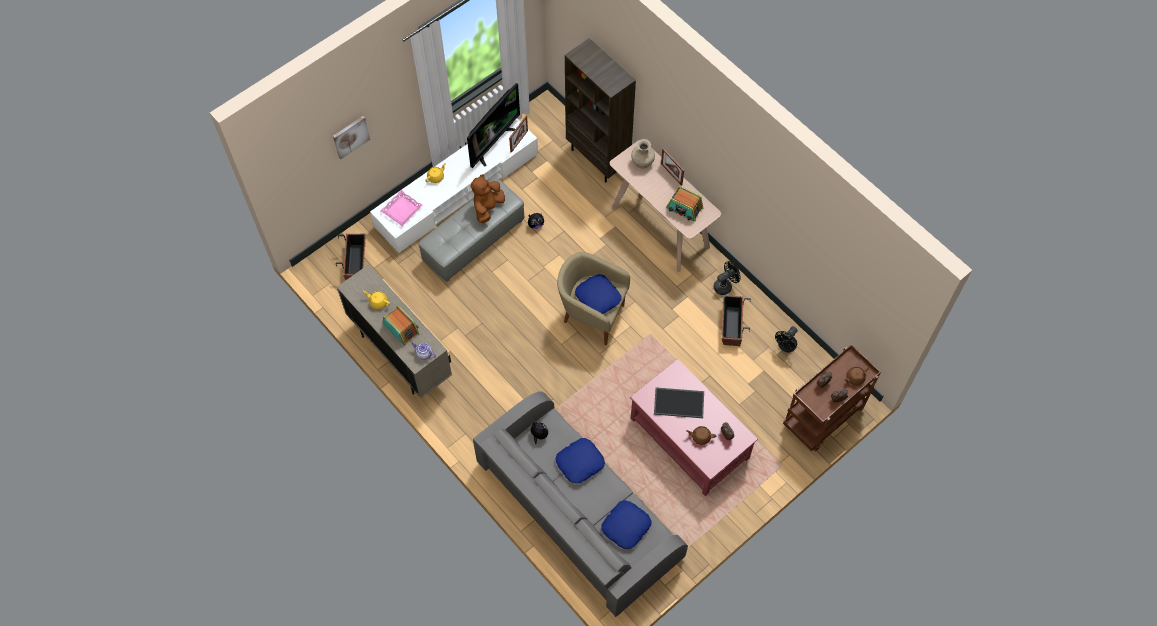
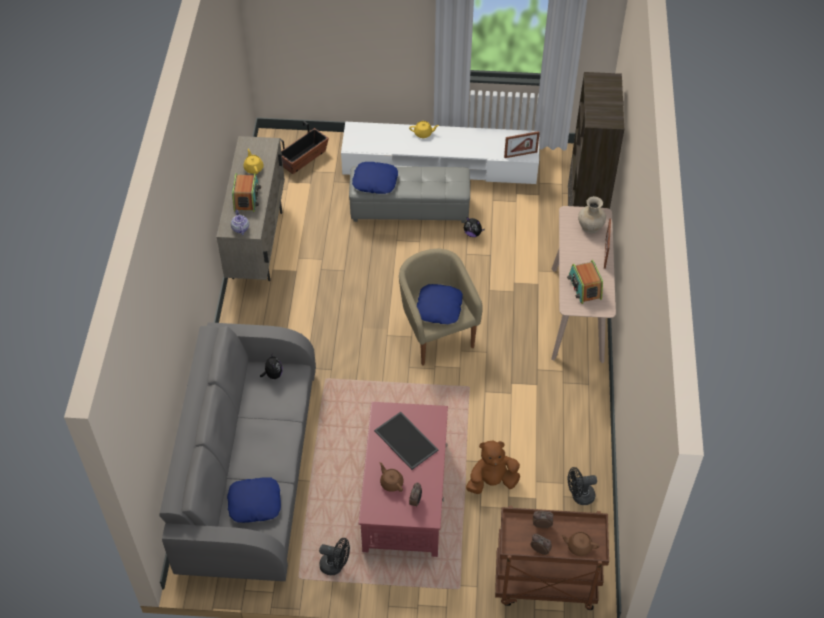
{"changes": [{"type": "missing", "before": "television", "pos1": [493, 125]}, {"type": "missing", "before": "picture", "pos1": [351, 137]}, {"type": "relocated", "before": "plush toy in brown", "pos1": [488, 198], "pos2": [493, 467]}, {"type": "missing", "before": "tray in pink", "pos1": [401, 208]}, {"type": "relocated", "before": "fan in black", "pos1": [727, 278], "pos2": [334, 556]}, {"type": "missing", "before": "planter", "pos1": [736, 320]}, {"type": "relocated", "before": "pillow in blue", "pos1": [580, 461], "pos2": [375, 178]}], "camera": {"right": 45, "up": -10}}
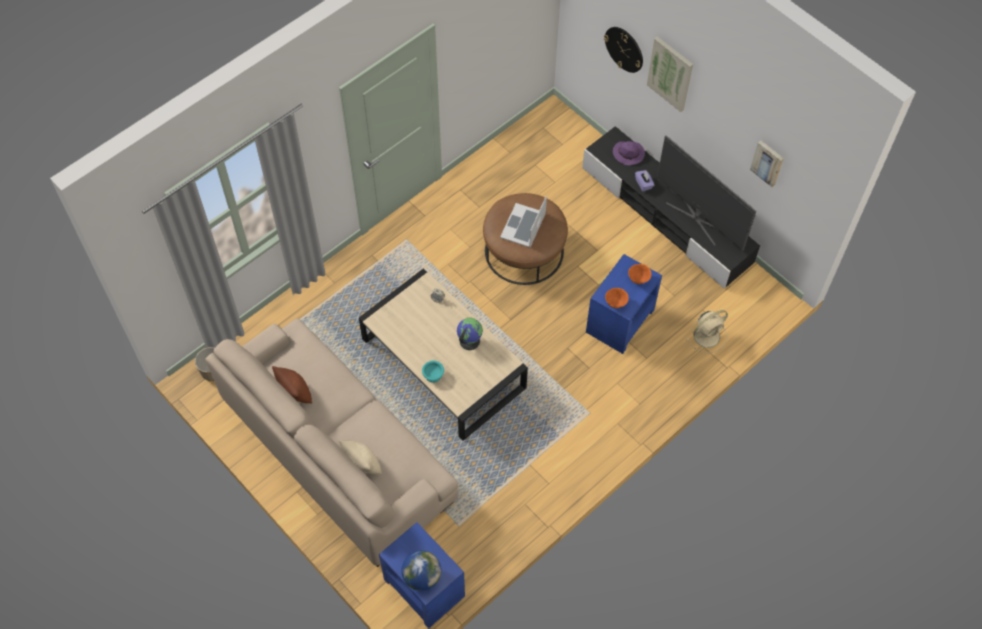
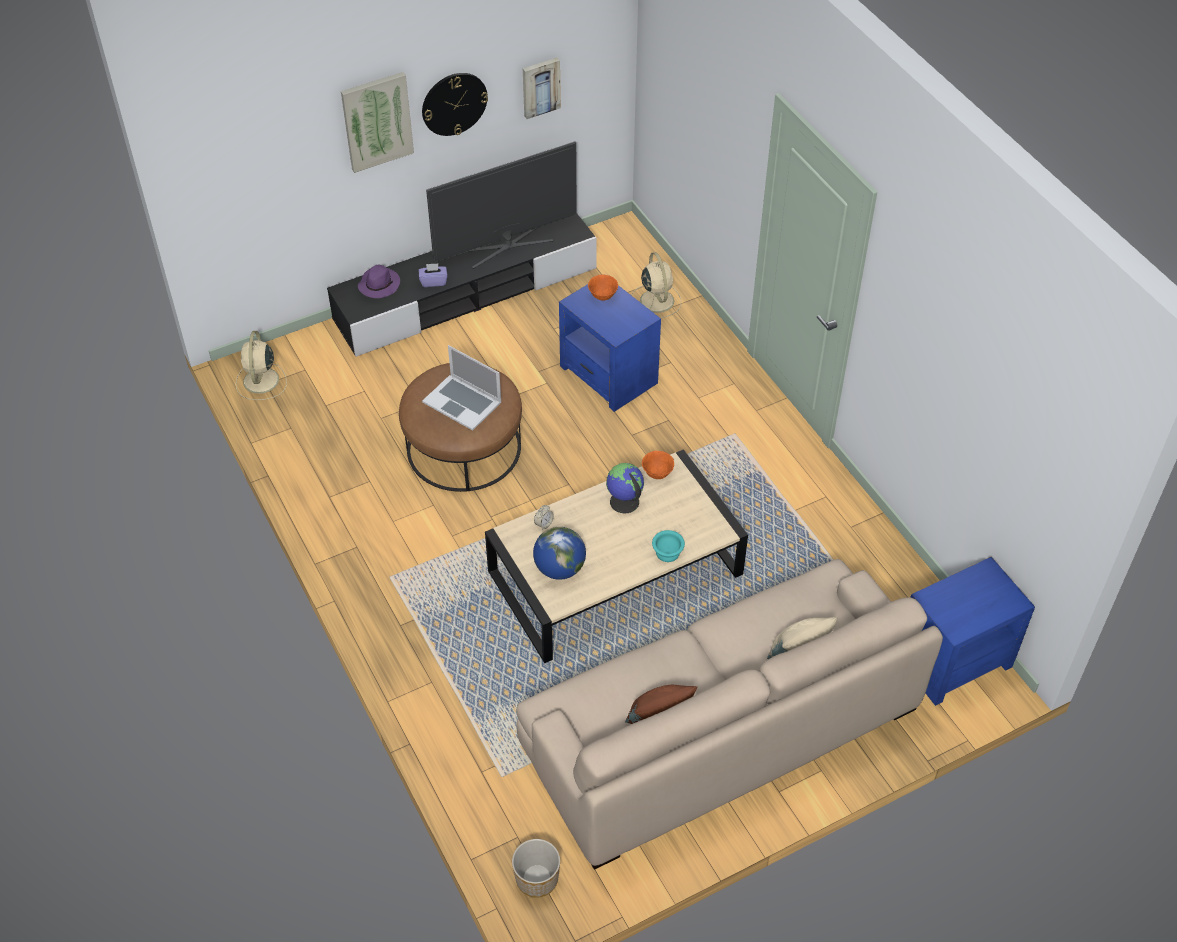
{"changes": [{"type": "relocated", "before": "wall clock", "pos1": [623, 50], "pos2": [455, 104]}, {"type": "relocated", "before": "bowl in orange", "pos1": [617, 298], "pos2": [658, 465]}, {"type": "relocated", "before": "globe", "pos1": [421, 570], "pos2": [559, 553]}, {"type": "appeared", "after": "fan in beige", "pos2": [261, 365]}], "camera": {"right": -75, "up": -10}}
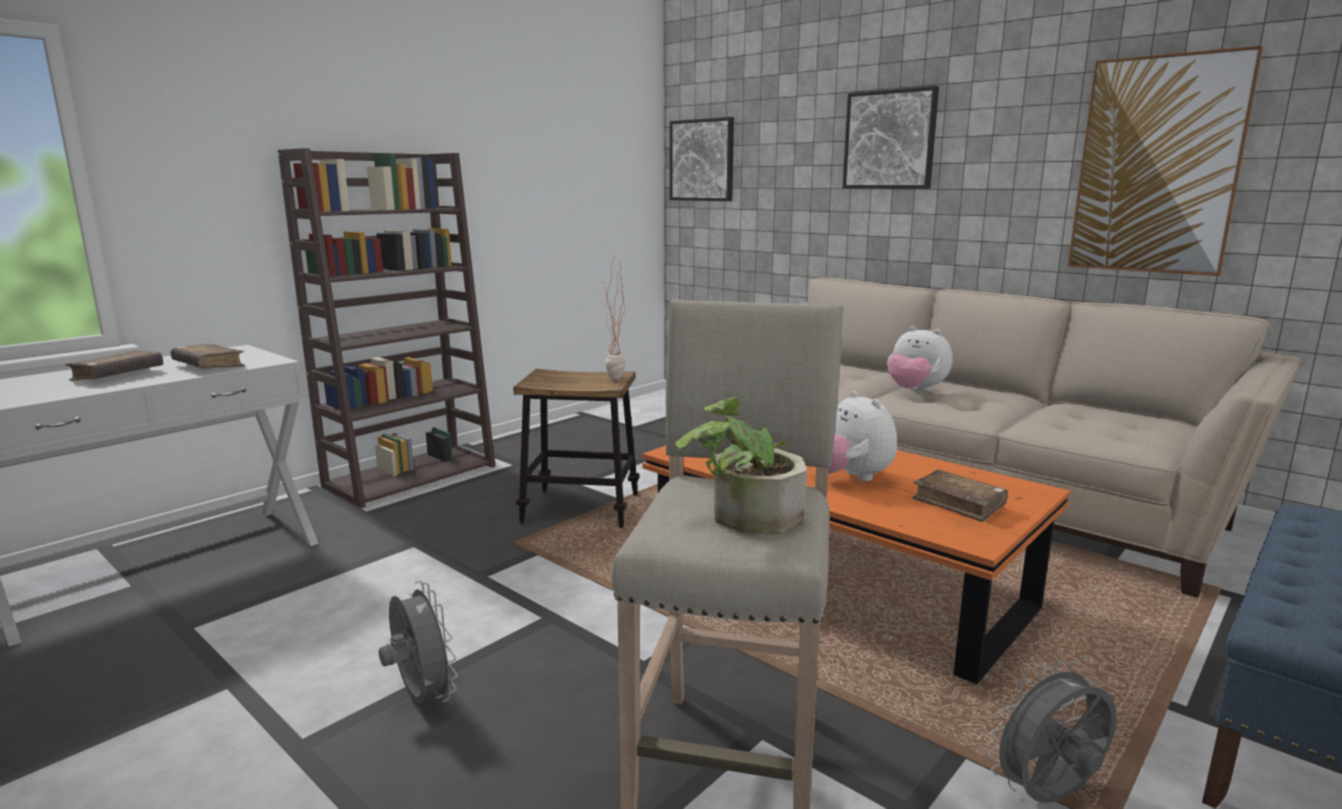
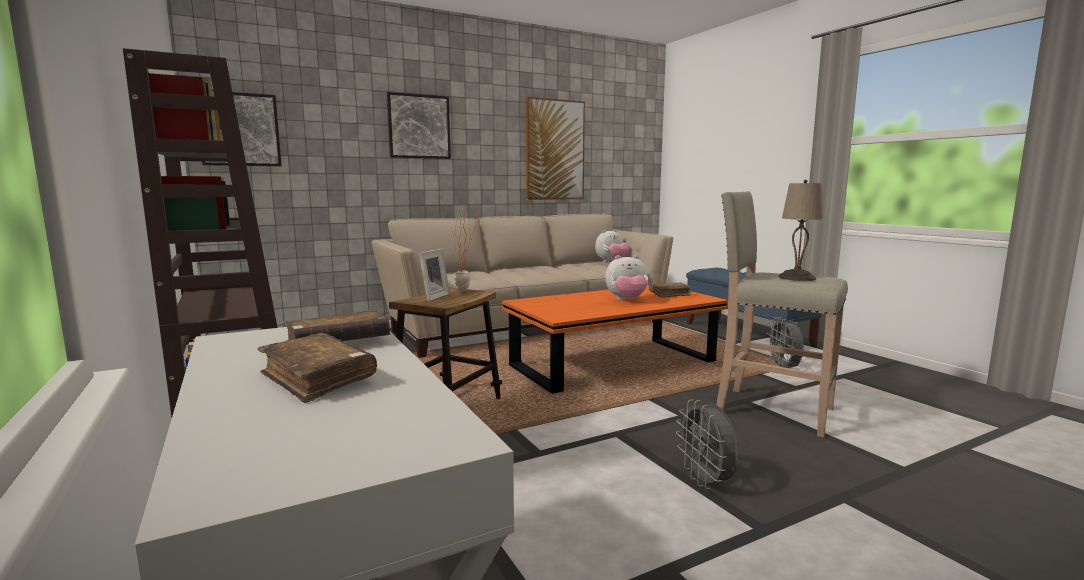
{"changes": [{"type": "relocated", "before": "plush toy", "pos1": [920, 359], "pos2": [612, 245]}, {"type": "exchanged", "before": "potted plant", "after": "table lamp in beige", "pos1": [741, 465], "pos2": [800, 230]}, {"type": "spun", "before": "fan in grey", "pos1": [418, 642], "pos2": [707, 444], "turn": -90}, {"type": "appeared", "after": "picture frame", "pos2": [434, 275]}], "camera": {"right": -70, "up": -5}}
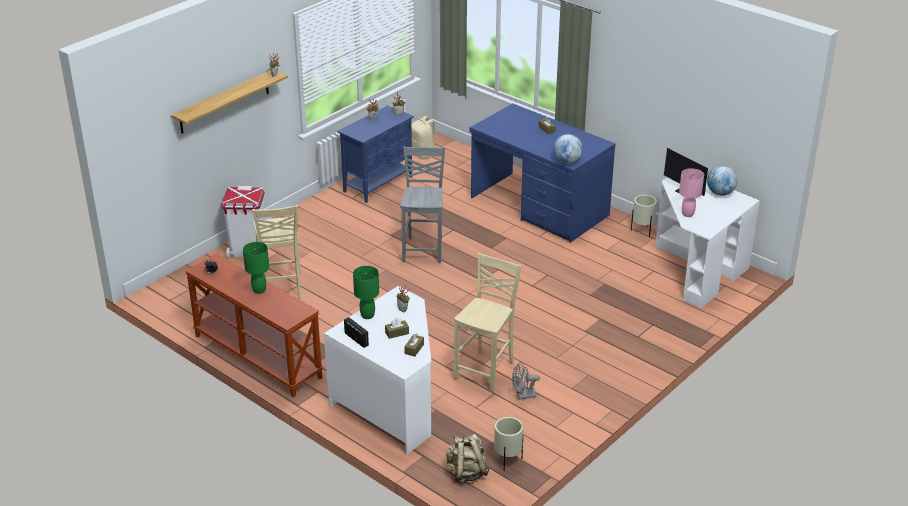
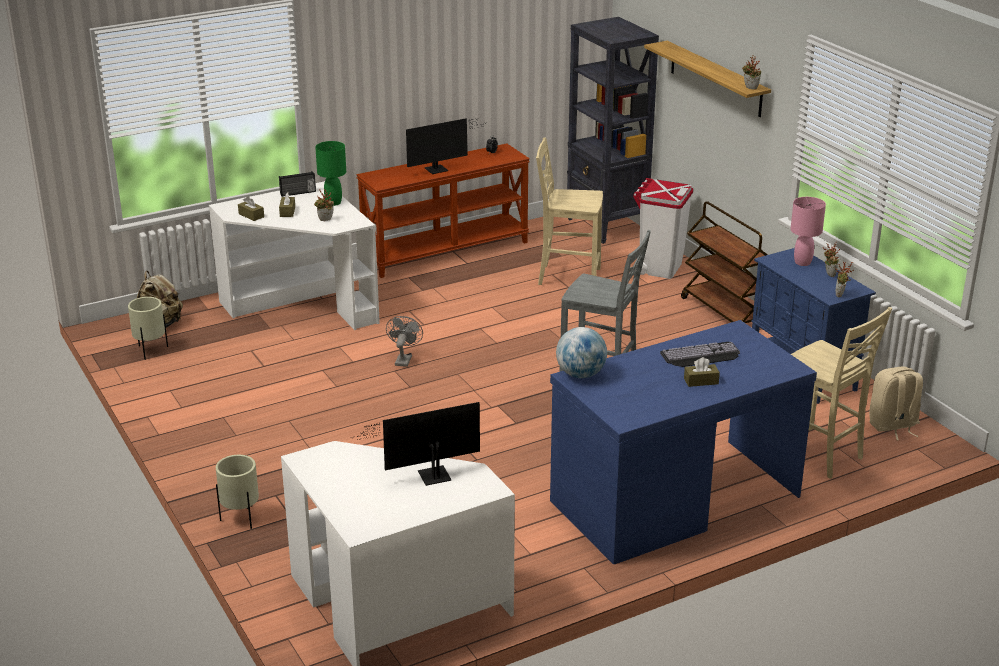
{"changes": [{"type": "missing", "before": "globe", "pos1": [722, 181]}, {"type": "relocated", "before": "table lamp in pink", "pos1": [691, 192], "pos2": [808, 231]}, {"type": "relocated", "before": "planter in beige", "pos1": [644, 216], "pos2": [237, 492]}, {"type": "exchanged", "before": "table lamp in green", "after": "monitor", "pos1": [256, 268], "pos2": [444, 146]}, {"type": "relocated", "before": "chair in beige", "pos1": [488, 322], "pos2": [841, 393]}, {"type": "relocated", "before": "fan in grey", "pos1": [526, 380], "pos2": [404, 341]}, {"type": "appeared", "after": "bookcase in black", "pos2": [613, 130]}, {"type": "appeared", "after": "cart in brown", "pos2": [724, 262]}, {"type": "appeared", "after": "keyboard", "pos2": [700, 354]}], "camera": {"right": 110, "up": -5}}
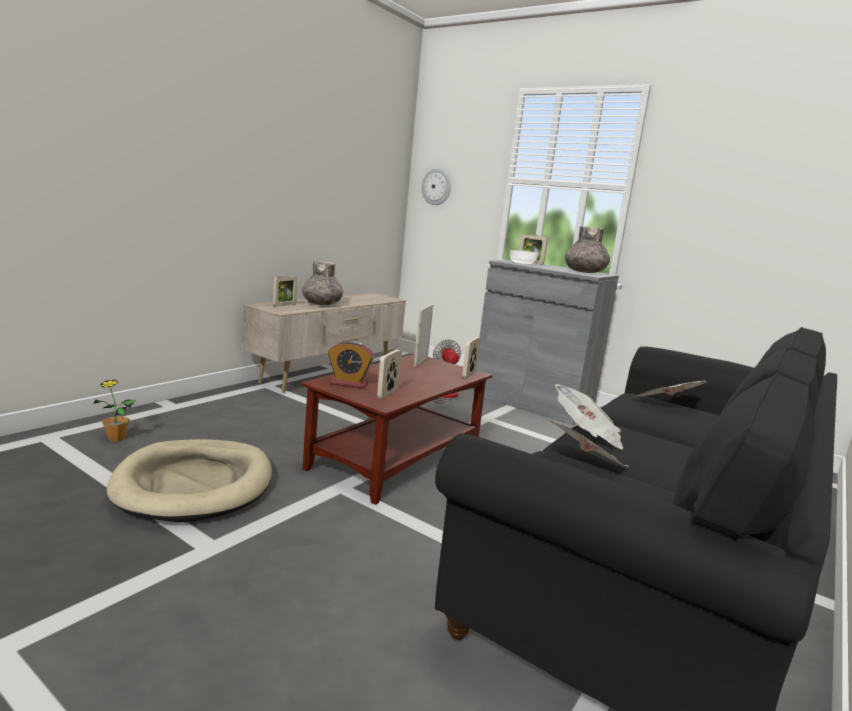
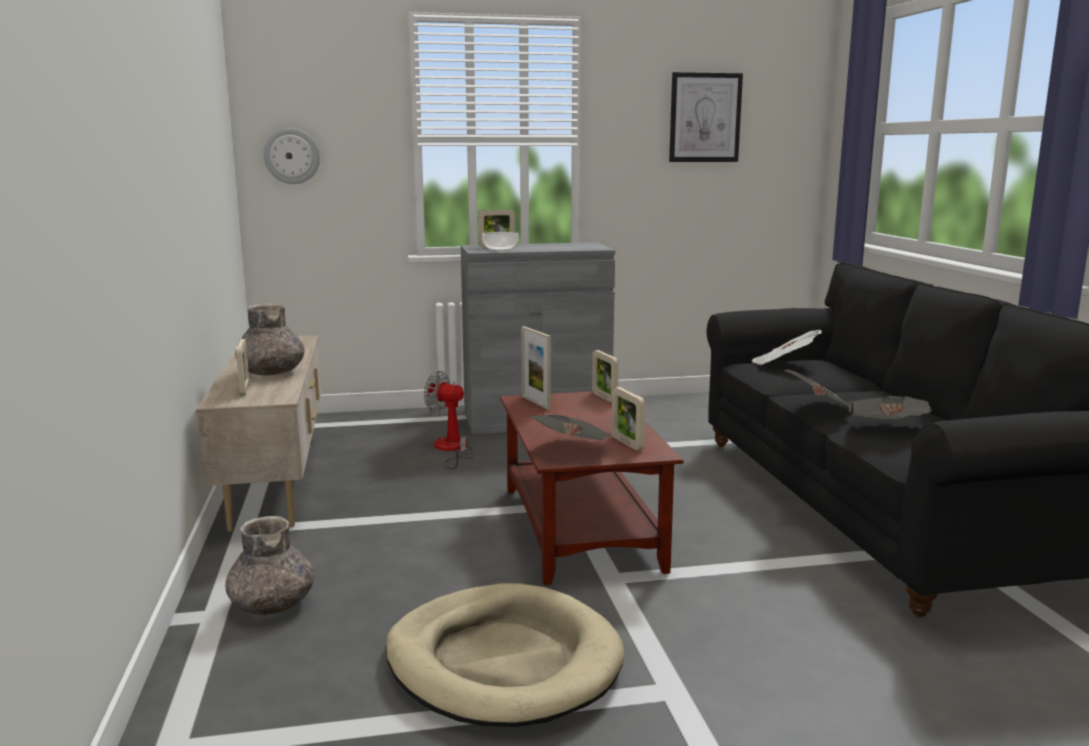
{"changes": [{"type": "relocated", "before": "vase in grey", "pos1": [587, 249], "pos2": [269, 565]}, {"type": "exchanged", "before": "alarm clock", "after": "newspaper", "pos1": [351, 364], "pos2": [570, 427]}, {"type": "missing", "before": "potted plant", "pos1": [114, 410]}, {"type": "appeared", "after": "picture", "pos2": [706, 117]}], "camera": {"right": -45, "up": 0}}
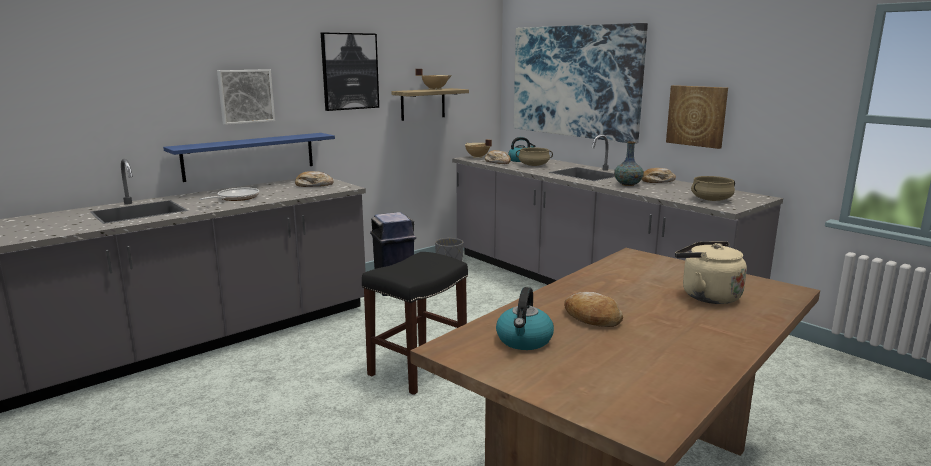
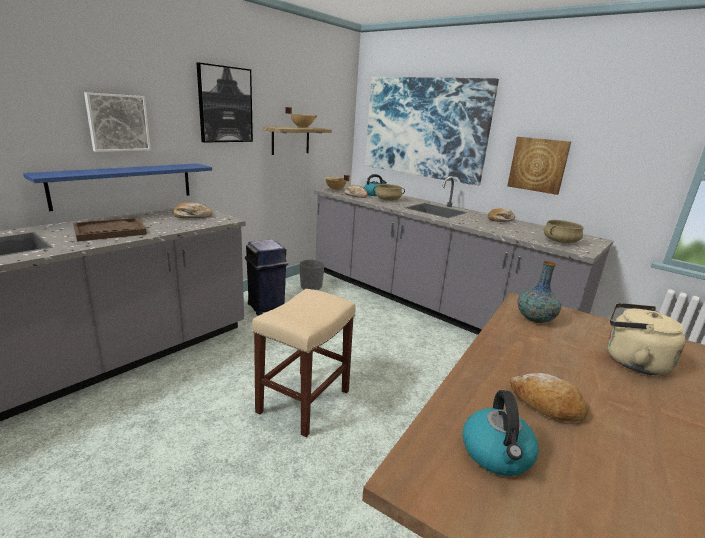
{"changes": [{"type": "relocated", "before": "vase", "pos1": [629, 163], "pos2": [539, 292]}, {"type": "exchanged", "before": "frying pan", "after": "tray in brown", "pos1": [230, 194], "pos2": [110, 230]}, {"type": "colour", "before": "stool in black", "after": "stool in beige", "pos1": [415, 323], "pos2": [304, 363]}], "camera": {"right": -10, "up": 5}}
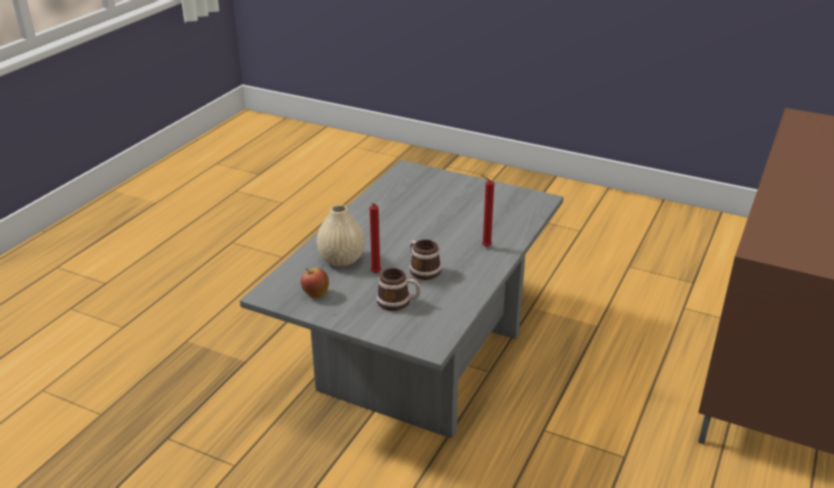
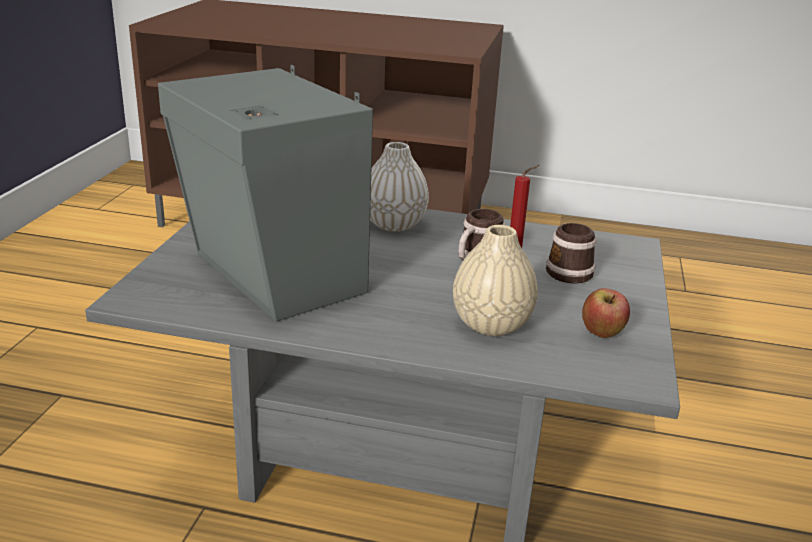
{"changes": [{"type": "exchanged", "before": "candle in red", "after": "vase in white", "pos1": [488, 211], "pos2": [399, 187]}, {"type": "appeared", "after": "speaker in grey", "pos2": [265, 193]}], "camera": {"right": -105, "up": -5}}
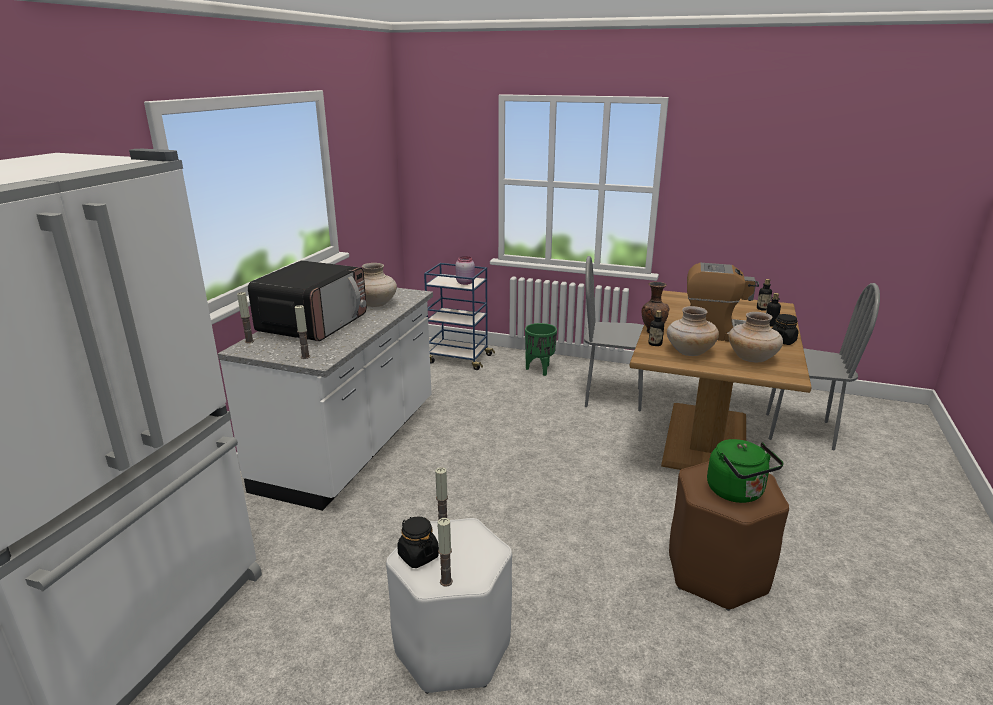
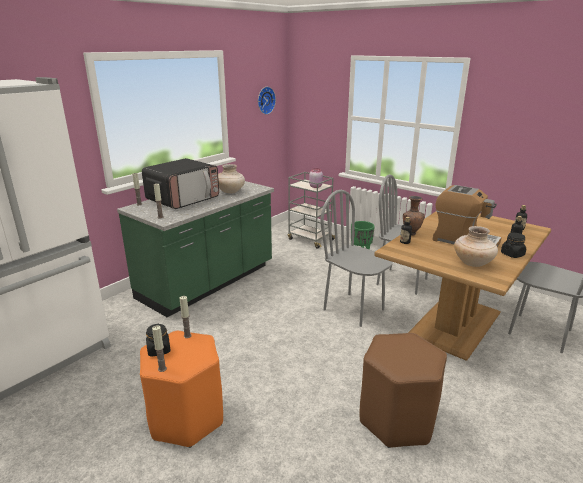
{"changes": [{"type": "colour", "before": "cart in blue", "after": "cart in grey", "pos1": [459, 316], "pos2": [311, 210]}, {"type": "colour", "before": "counter in white", "after": "counter in green", "pos1": [325, 399], "pos2": [195, 249]}, {"type": "missing", "before": "vase in beige", "pos1": [693, 331]}, {"type": "missing", "before": "kettle in green", "pos1": [745, 471]}, {"type": "colour", "before": "stool in white", "after": "stool in orange", "pos1": [449, 606], "pos2": [181, 389]}, {"type": "appeared", "after": "wall clock", "pos2": [267, 101]}, {"type": "appeared", "after": "chair in grey", "pos2": [357, 258]}], "camera": {"right": 20, "up": 0}}
